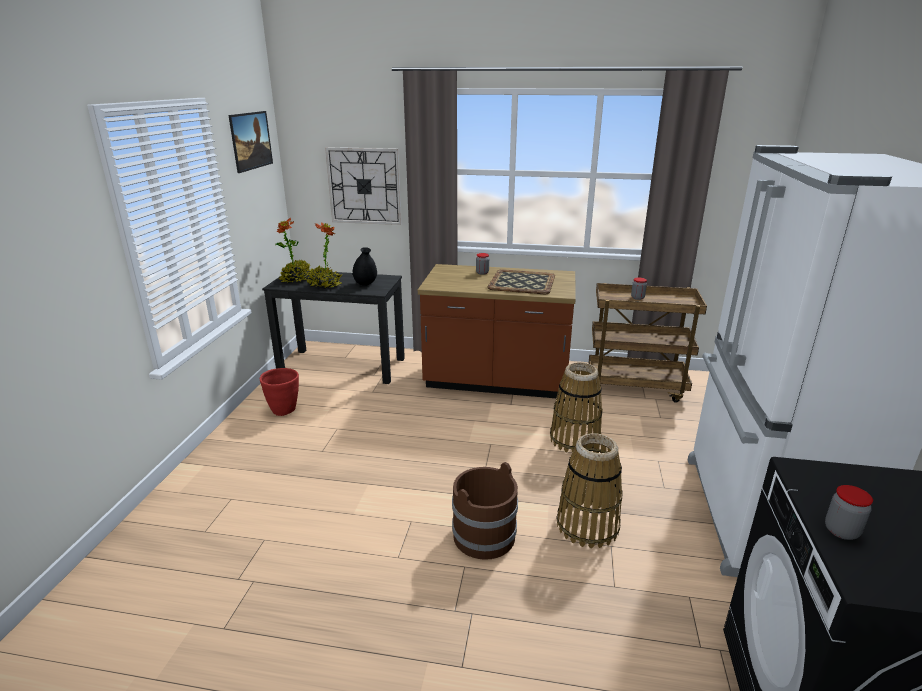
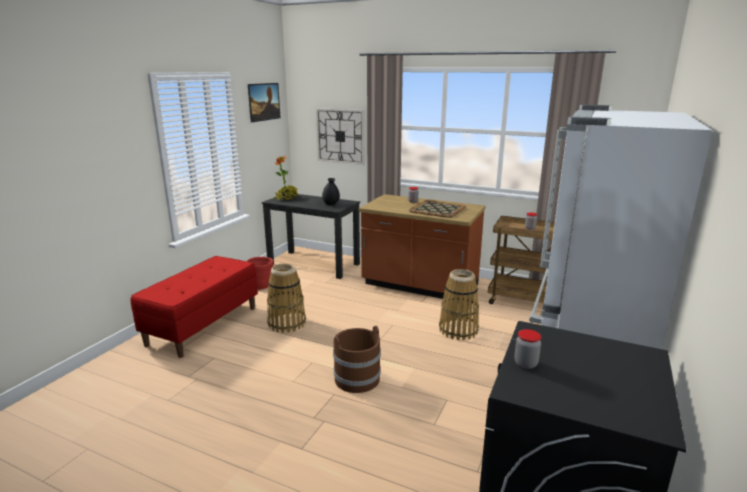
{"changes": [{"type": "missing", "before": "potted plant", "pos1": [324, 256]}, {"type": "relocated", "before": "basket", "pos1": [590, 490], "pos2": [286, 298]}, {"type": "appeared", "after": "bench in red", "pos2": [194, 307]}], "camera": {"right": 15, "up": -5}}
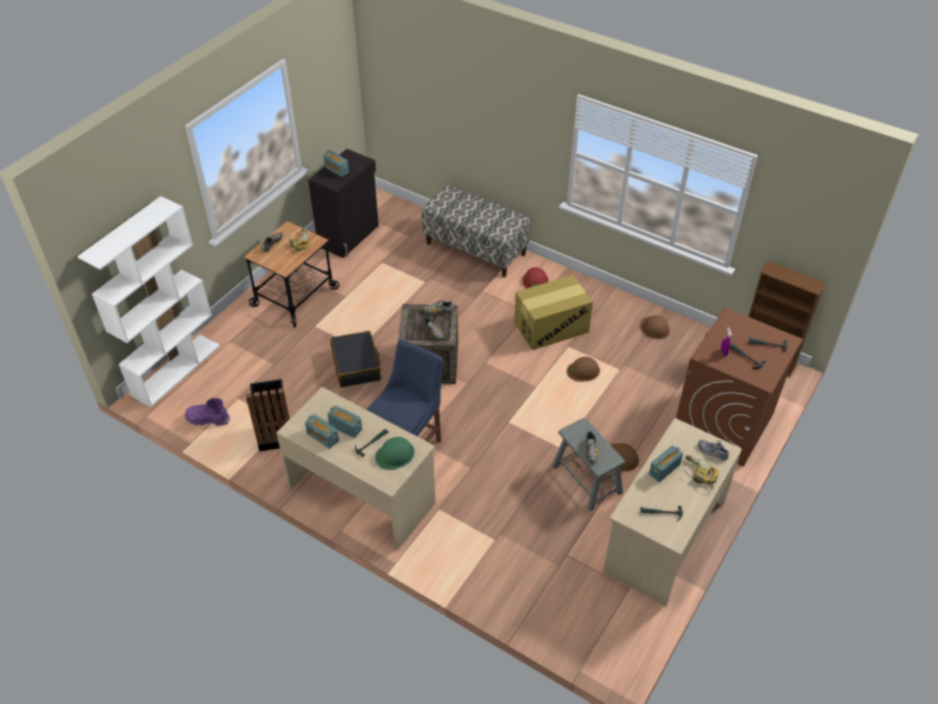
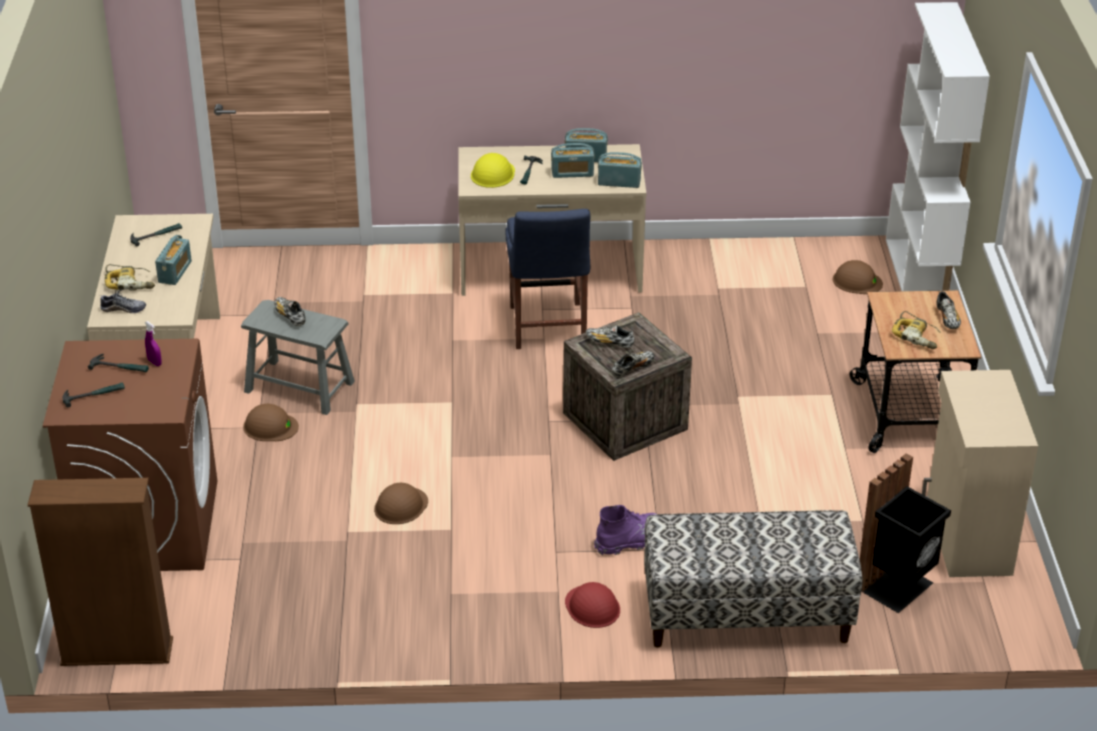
{"changes": [{"type": "colour", "before": "cabinet in black", "after": "cabinet in beige", "pos1": [343, 203], "pos2": [980, 473]}, {"type": "relocated", "before": "radio", "pos1": [336, 163], "pos2": [620, 170]}, {"type": "missing", "before": "cardboard box", "pos1": [553, 312]}, {"type": "relocated", "before": "hard hat in brown", "pos1": [655, 327], "pos2": [858, 277]}, {"type": "missing", "before": "suitcase in black", "pos1": [355, 359]}, {"type": "relocated", "before": "trash can in black", "pos1": [268, 415], "pos2": [905, 533]}, {"type": "relocated", "before": "boot in purple", "pos1": [207, 412], "pos2": [626, 530]}, {"type": "colour", "before": "hard hat in green", "after": "hard hat in yellow", "pos1": [394, 453], "pos2": [493, 170]}], "camera": {"right": 145, "up": -10}}
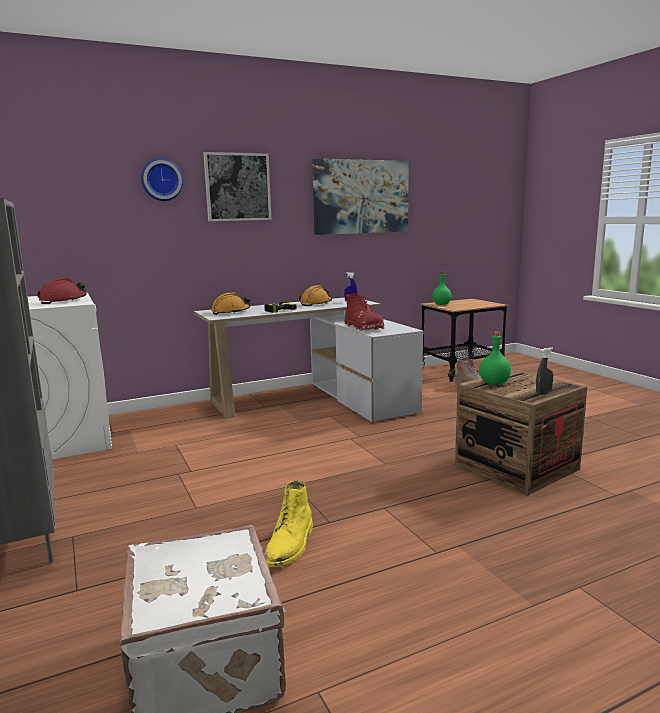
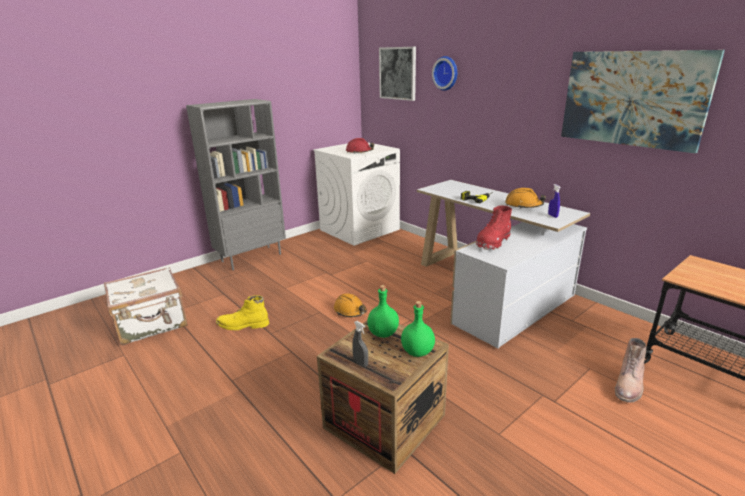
{"changes": [{"type": "relocated", "before": "picture", "pos1": [237, 186], "pos2": [397, 74]}, {"type": "relocated", "before": "bottle in green", "pos1": [441, 288], "pos2": [418, 329]}, {"type": "relocated", "before": "hard hat in orange", "pos1": [231, 303], "pos2": [350, 305]}], "camera": {"right": 75, "up": 10}}
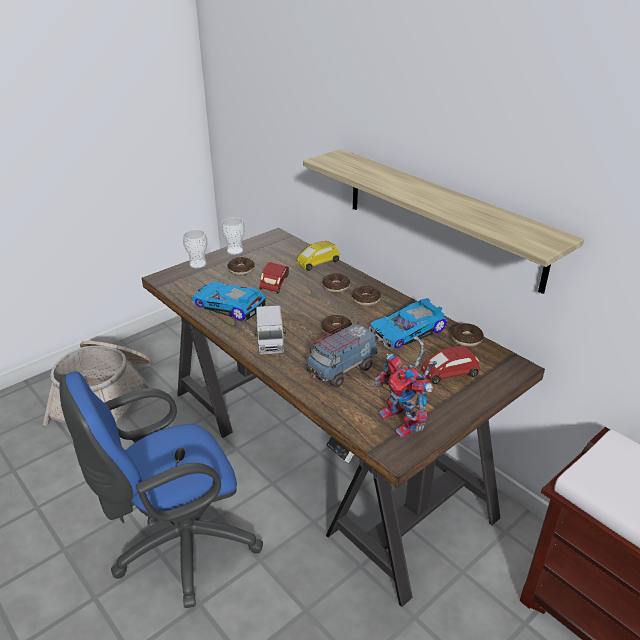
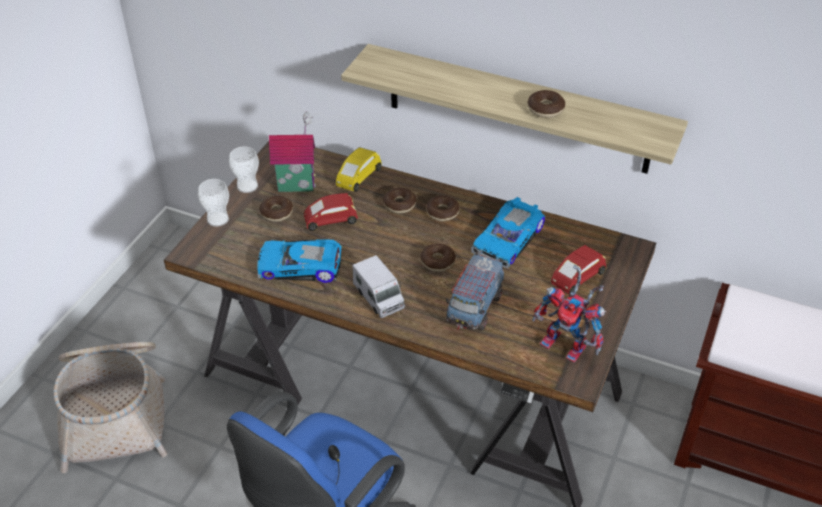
{"changes": [{"type": "spun", "before": "toy car in red", "pos1": [274, 278], "pos2": [331, 212], "turn": -90}, {"type": "relocated", "before": "donut", "pos1": [467, 335], "pos2": [546, 104]}, {"type": "appeared", "after": "toy house", "pos2": [292, 151]}], "camera": {"right": -25, "up": 10}}
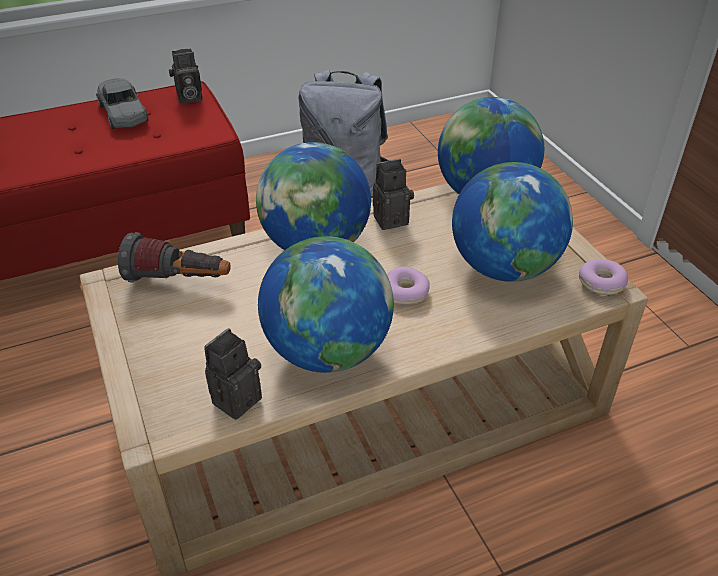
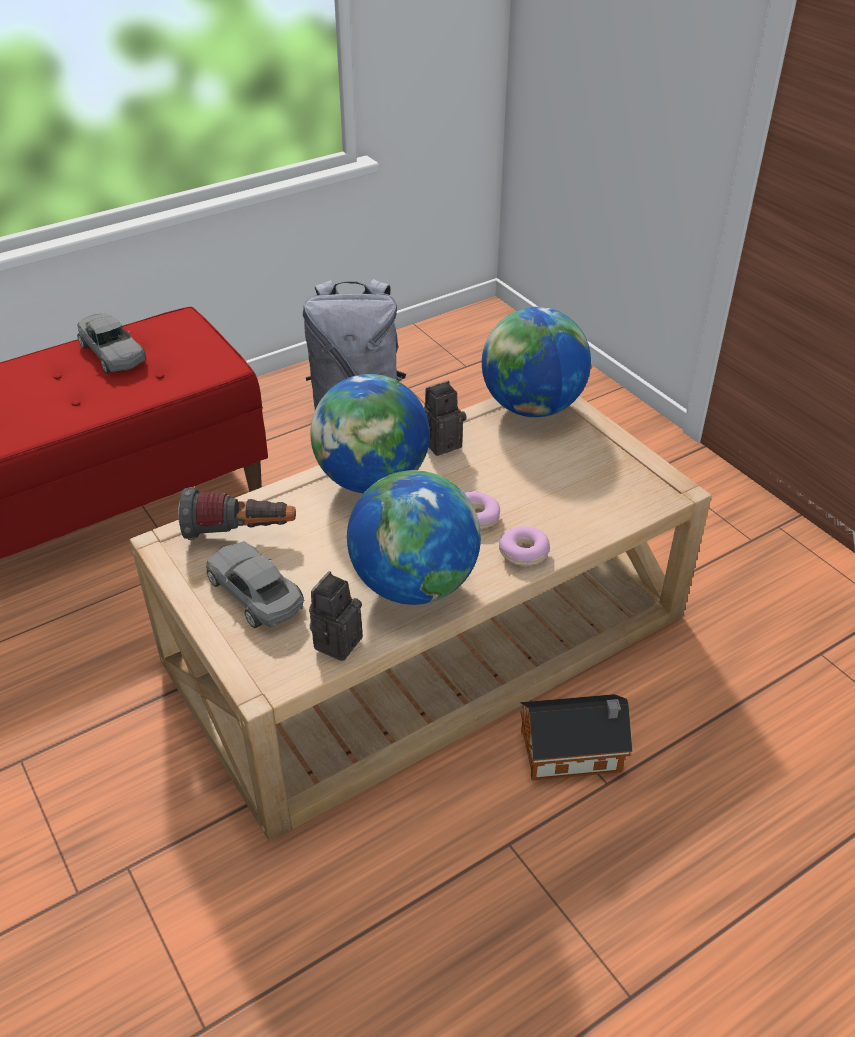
{"changes": [{"type": "missing", "before": "photo camera", "pos1": [185, 76]}, {"type": "missing", "before": "globe", "pos1": [512, 222]}, {"type": "relocated", "before": "donut", "pos1": [603, 277], "pos2": [524, 546]}, {"type": "appeared", "after": "toy car in grey", "pos2": [255, 585]}, {"type": "appeared", "after": "toy house", "pos2": [577, 737]}], "camera": {"right": -10, "up": 0}}
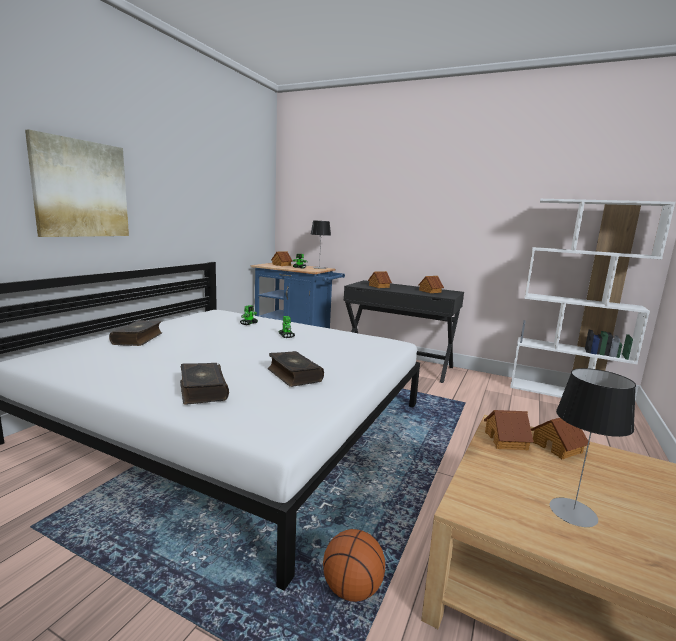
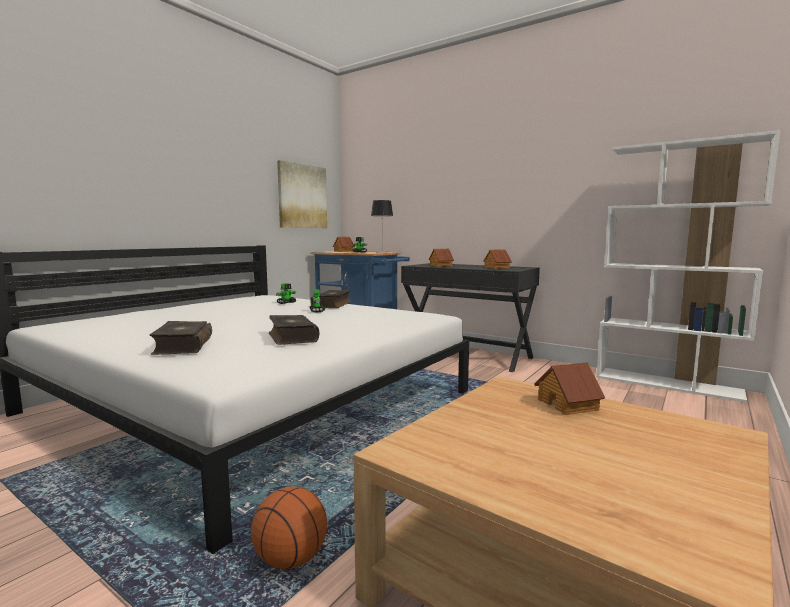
{"changes": [{"type": "relocated", "before": "picture", "pos1": [77, 183], "pos2": [302, 194]}, {"type": "relocated", "before": "book", "pos1": [135, 333], "pos2": [330, 299]}, {"type": "missing", "before": "table lamp", "pos1": [593, 447]}, {"type": "missing", "before": "toy house", "pos1": [508, 430]}], "camera": {"right": 10, "up": -5}}
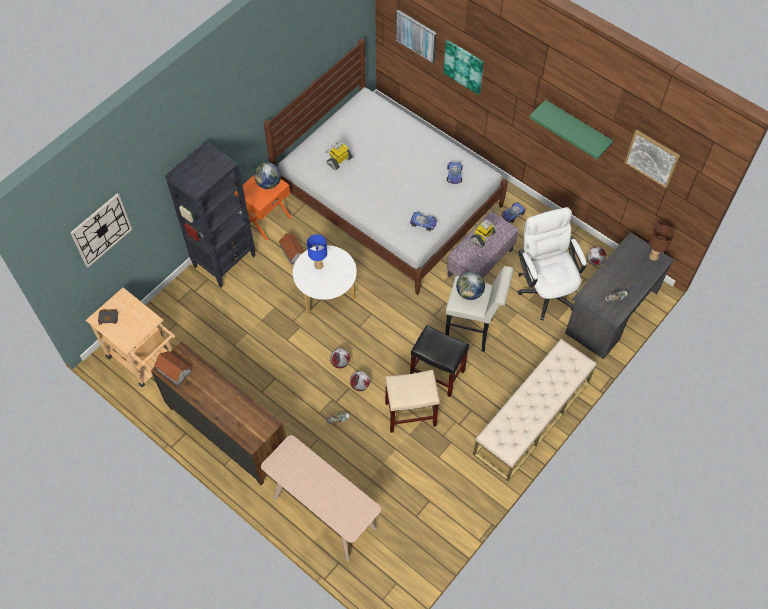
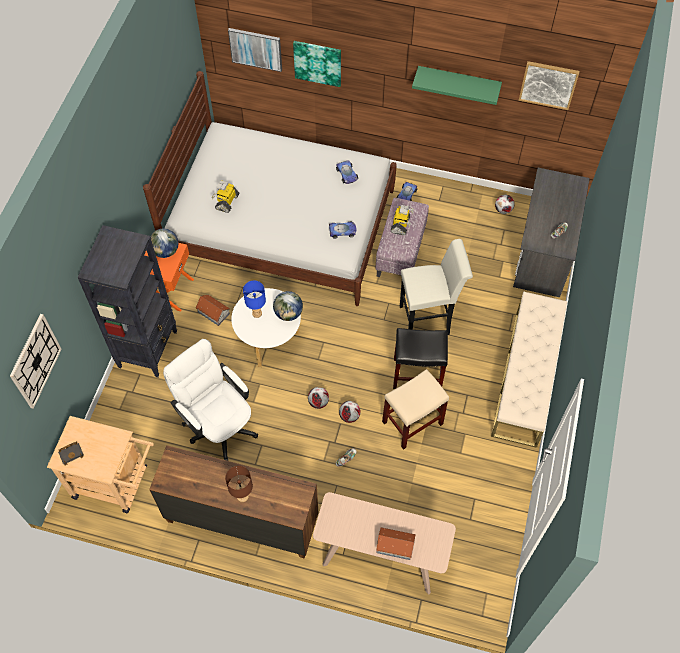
{"changes": [{"type": "relocated", "before": "office chair in white", "pos1": [552, 264], "pos2": [210, 400]}, {"type": "relocated", "before": "table lamp in brown", "pos1": [661, 243], "pos2": [239, 484]}, {"type": "relocated", "before": "globe", "pos1": [470, 285], "pos2": [288, 306]}, {"type": "relocated", "before": "toy house", "pos1": [172, 368], "pos2": [396, 543]}], "camera": {"right": -25, "up": 0}}
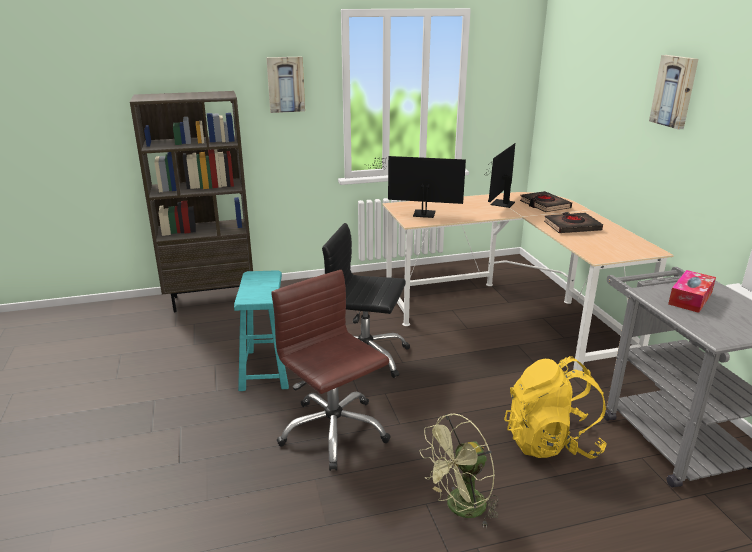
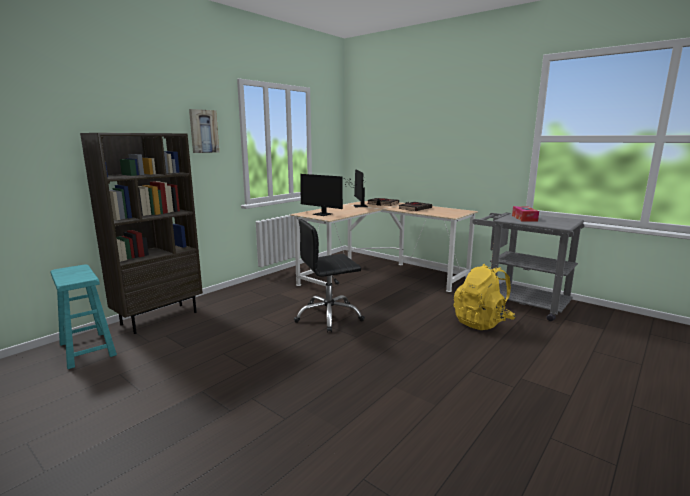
{"changes": [{"type": "missing", "before": "picture", "pos1": [673, 92]}, {"type": "spun", "before": "monitor", "pos1": [417, 187], "pos2": [327, 195], "turn": -120}, {"type": "relocated", "before": "stool in turquoise", "pos1": [261, 330], "pos2": [83, 316]}, {"type": "missing", "before": "office chair in brown", "pos1": [331, 370]}, {"type": "missing", "before": "fan in green", "pos1": [459, 471]}], "camera": {"right": -35, "up": -10}}
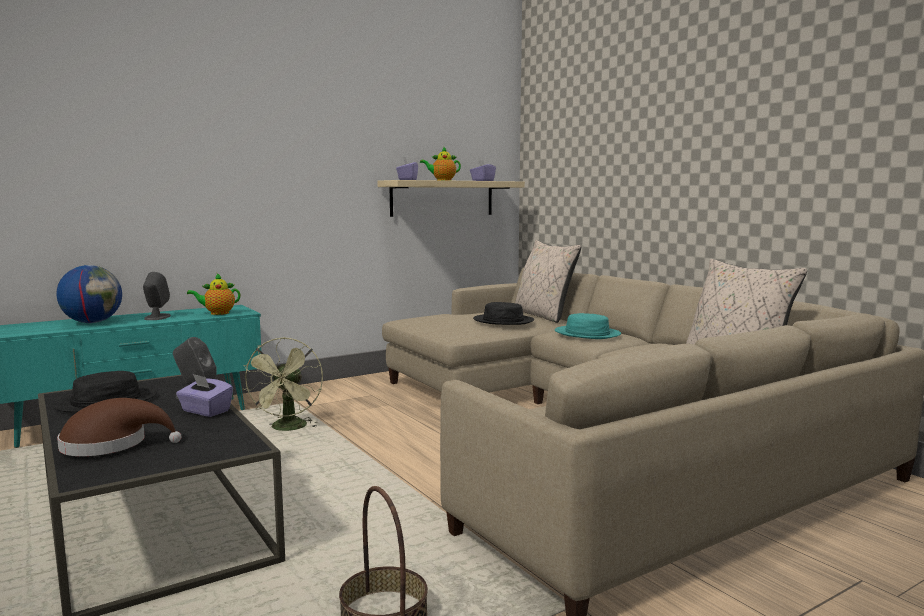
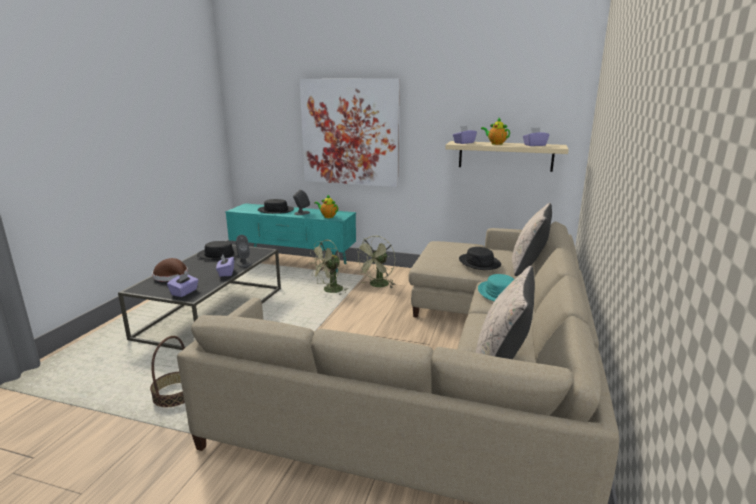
{"changes": [{"type": "exchanged", "before": "globe", "after": "hat in black", "pos1": [89, 294], "pos2": [276, 206]}, {"type": "appeared", "after": "picture", "pos2": [350, 133]}, {"type": "appeared", "after": "fan in green", "pos2": [375, 262]}, {"type": "appeared", "after": "tissue box in purple", "pos2": [183, 284]}], "camera": {"right": 50, "up": 10}}
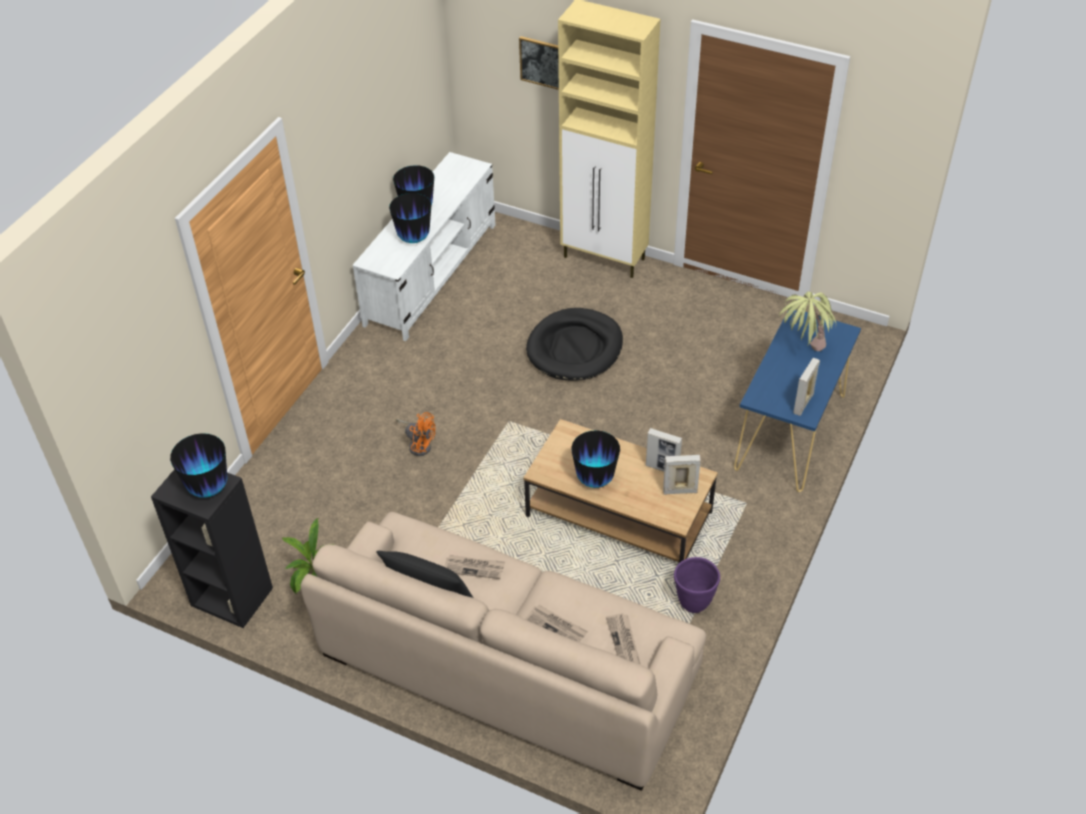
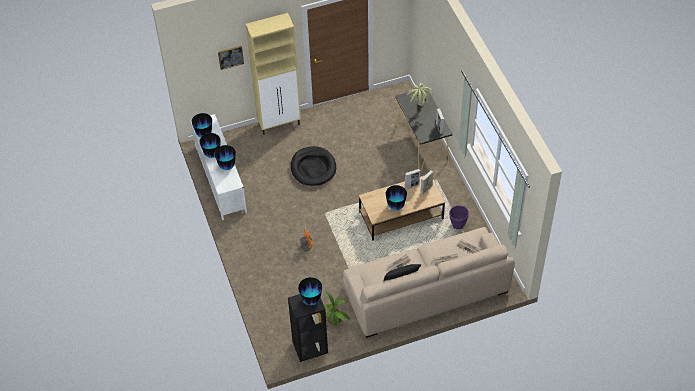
{"changes": [{"type": "colour", "before": "console table in blue", "after": "console table in black", "pos1": [797, 400], "pos2": [423, 130]}, {"type": "appeared", "after": "vase", "pos2": [201, 125]}], "camera": {"right": -45, "up": 5}}
